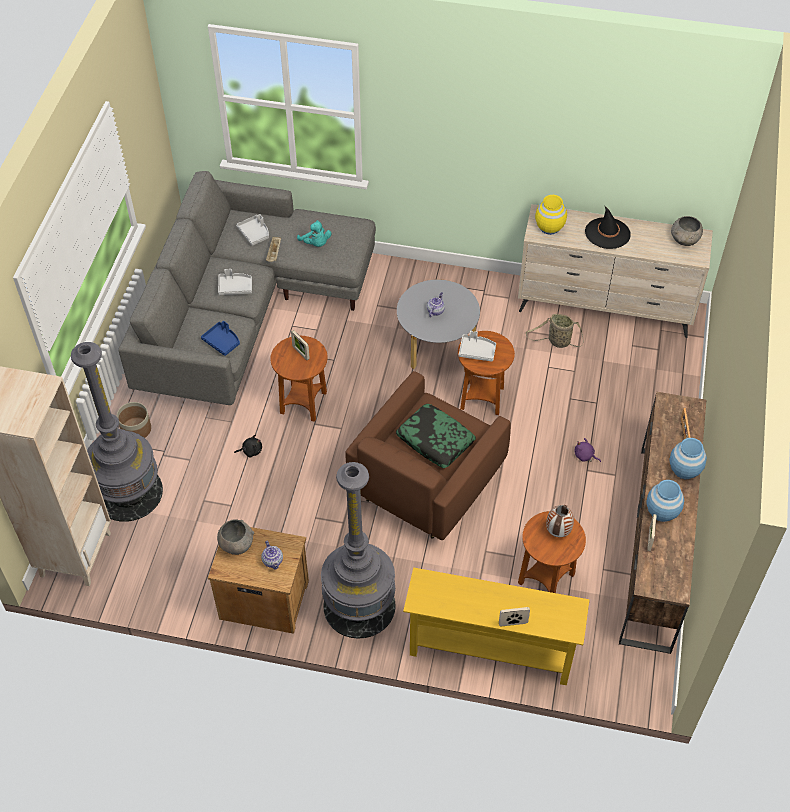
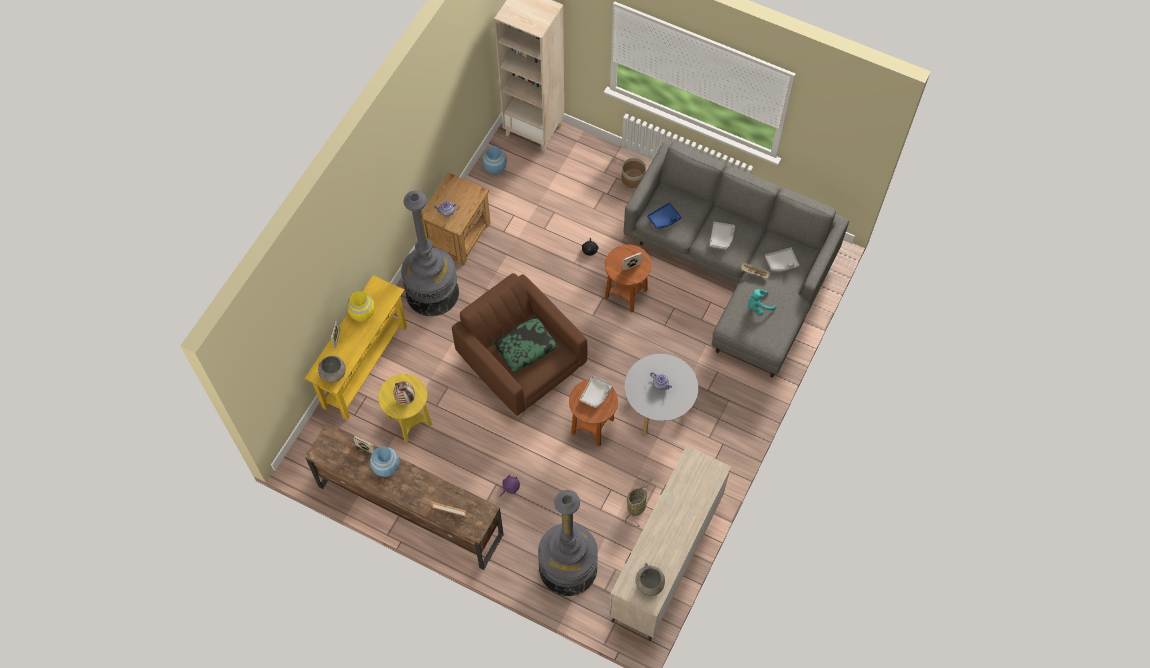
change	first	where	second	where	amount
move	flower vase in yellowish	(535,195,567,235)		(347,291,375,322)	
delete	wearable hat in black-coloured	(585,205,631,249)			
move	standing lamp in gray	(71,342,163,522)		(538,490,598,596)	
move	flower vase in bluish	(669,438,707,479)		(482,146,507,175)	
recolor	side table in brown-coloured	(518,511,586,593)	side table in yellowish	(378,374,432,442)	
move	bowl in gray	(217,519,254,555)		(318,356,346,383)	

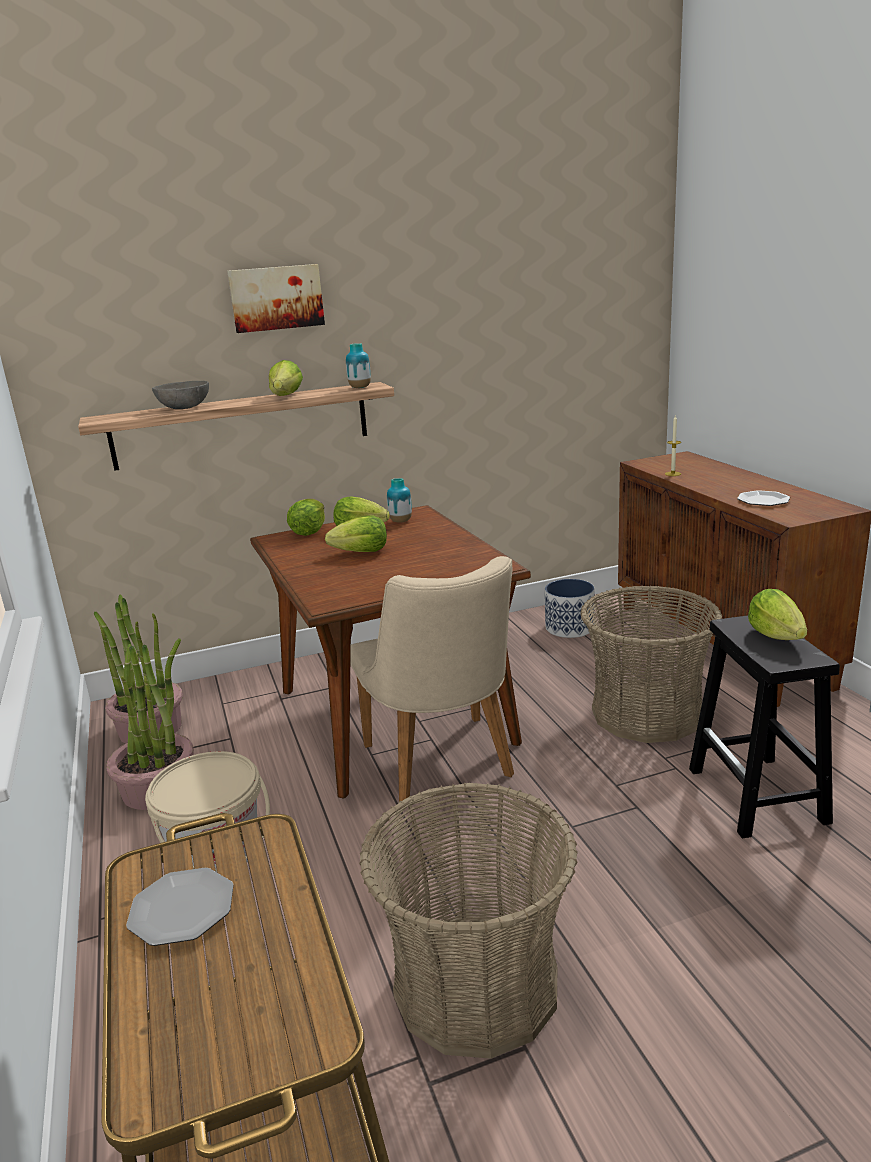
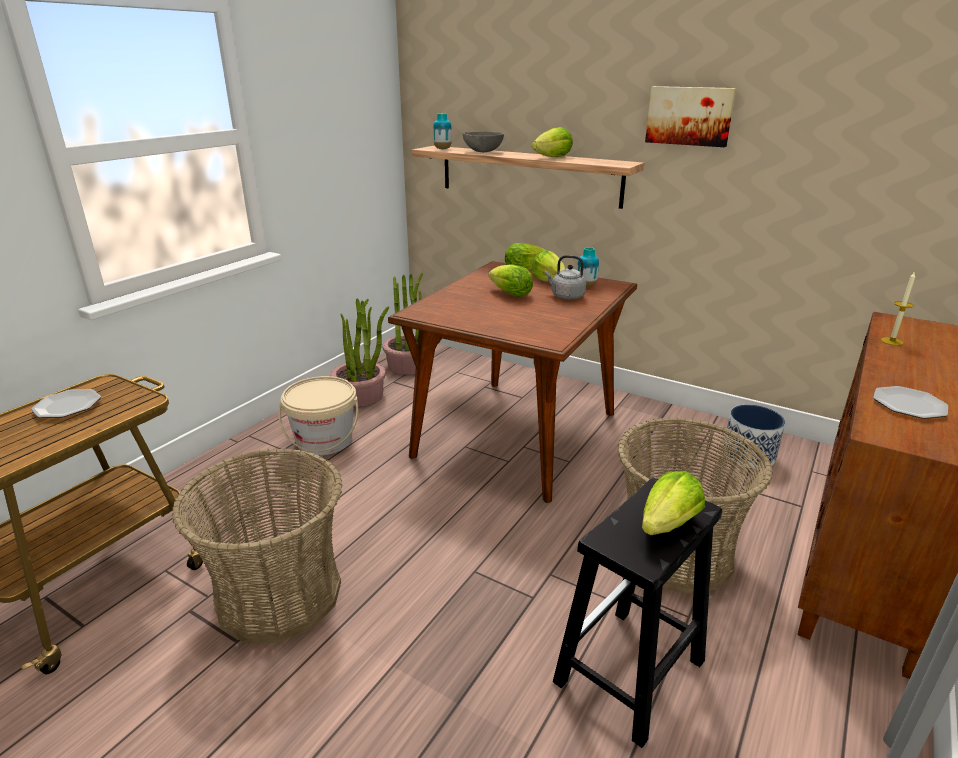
change	first	where	second	where	amount
move	wall art	(227,264,325,333)		(645,86,736,147)	
move	flower vase	(346,343,371,388)		(433,113,452,149)	
delete	upright chair in beige-coloured	(350,556,514,802)			
insert			tea kettle in gray	(545,255,586,299)	

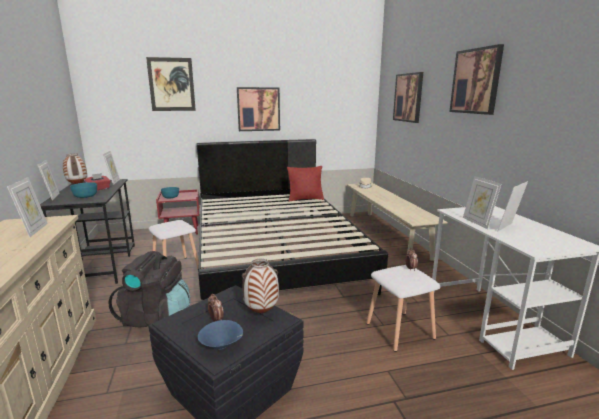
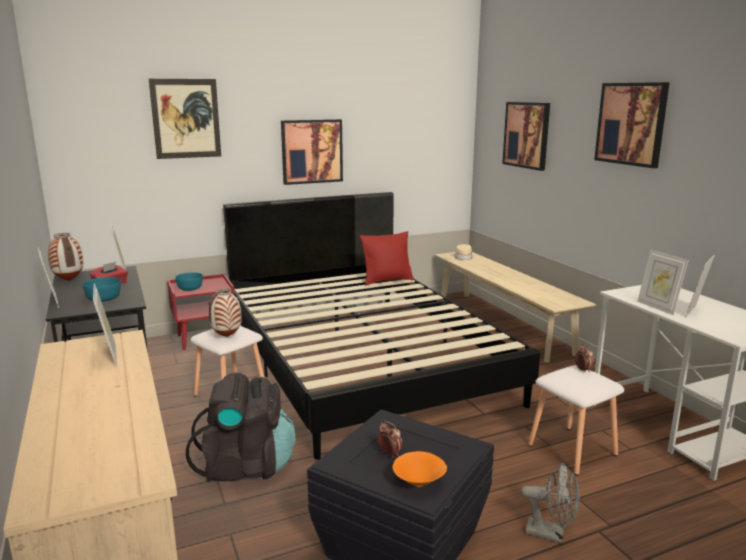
change	first	where	second	where	amount
move	flower vase	(242,259,279,313)		(208,289,242,337)	
recolor	bowl in bluish	(198,320,243,350)	bowl in orange	(393,451,447,487)	
insert			electric fan in gray	(521,463,580,543)	

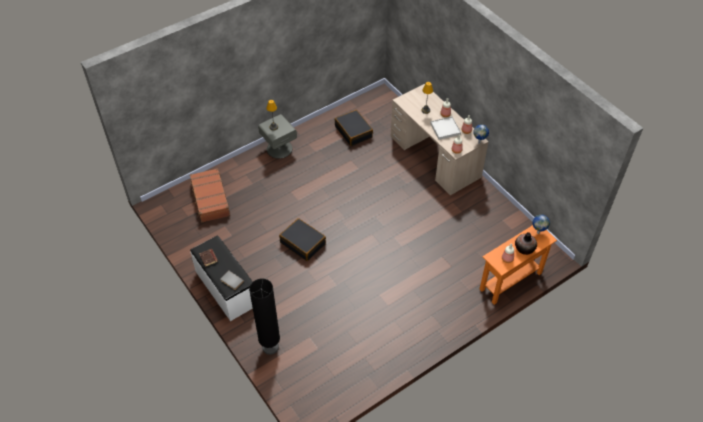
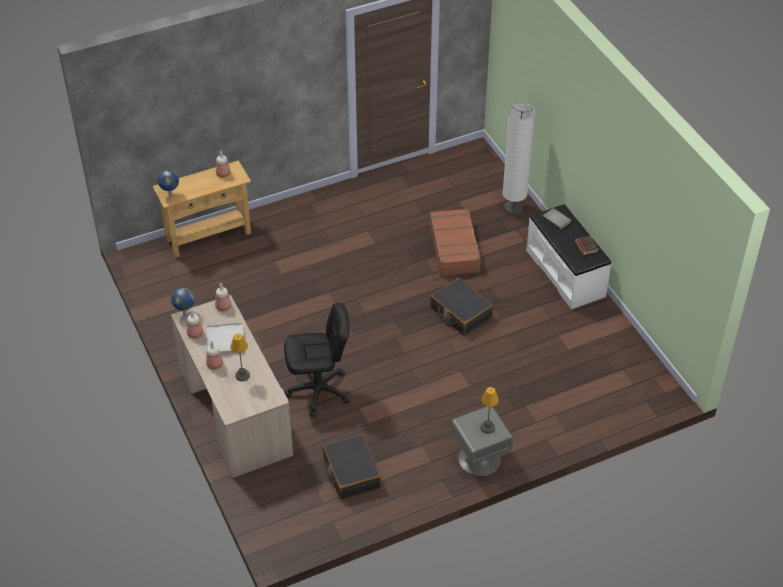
change	first	where	second	where	amount
move	suitcase in brown-coloured	(190,168,230,223)		(430,209,482,276)	
recolor	hall table in orange	(479,225,557,305)	hall table in beige-coloured	(152,160,251,258)	
delete	flower vase	(515,232,537,255)			
recolor	standing lamp in black-coloured	(249,278,280,355)	standing lamp in whitish	(502,103,535,216)	
insert			computer chair in black-coloured	(284,303,350,417)	

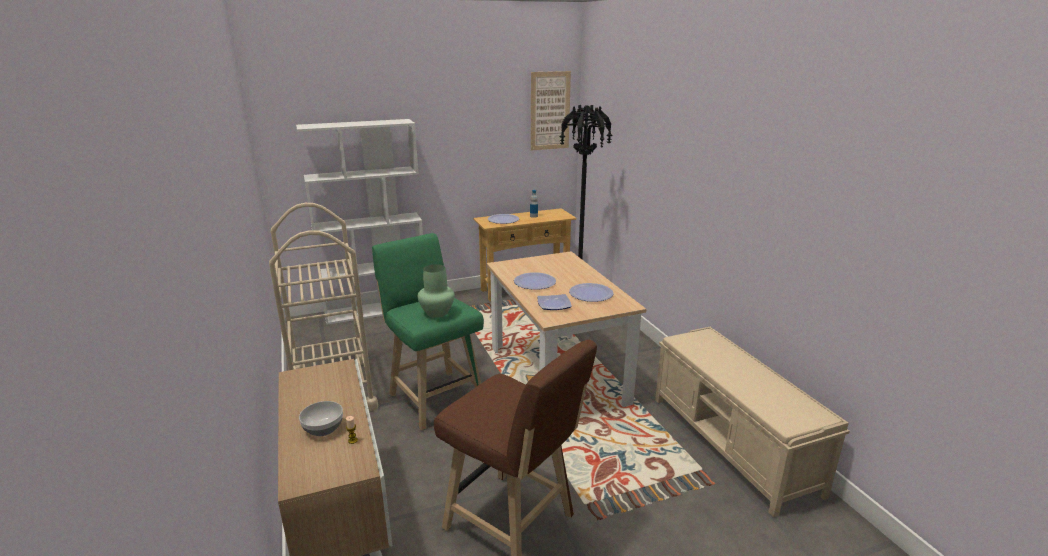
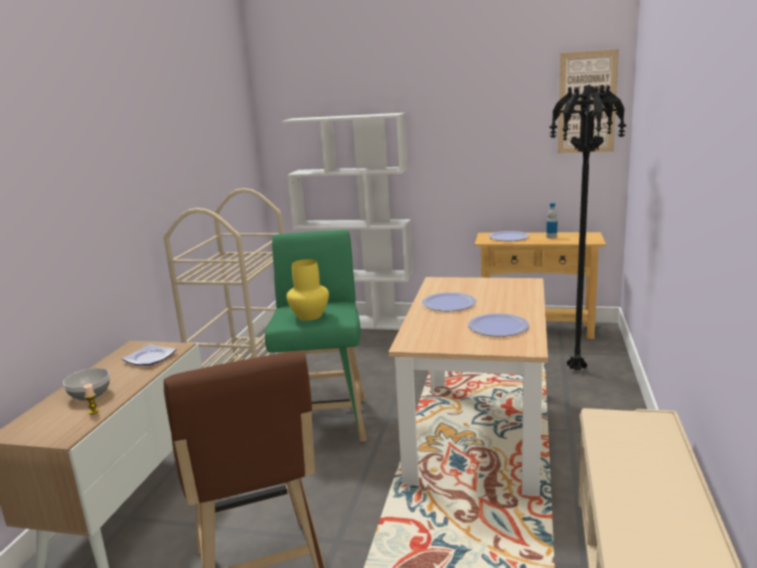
change	first	where	second	where	amount
recolor	flower vase in green	(418,264,455,318)	flower vase in yellowish	(286,259,329,321)	
move	dinner plate	(538,294,572,310)		(122,344,176,366)	

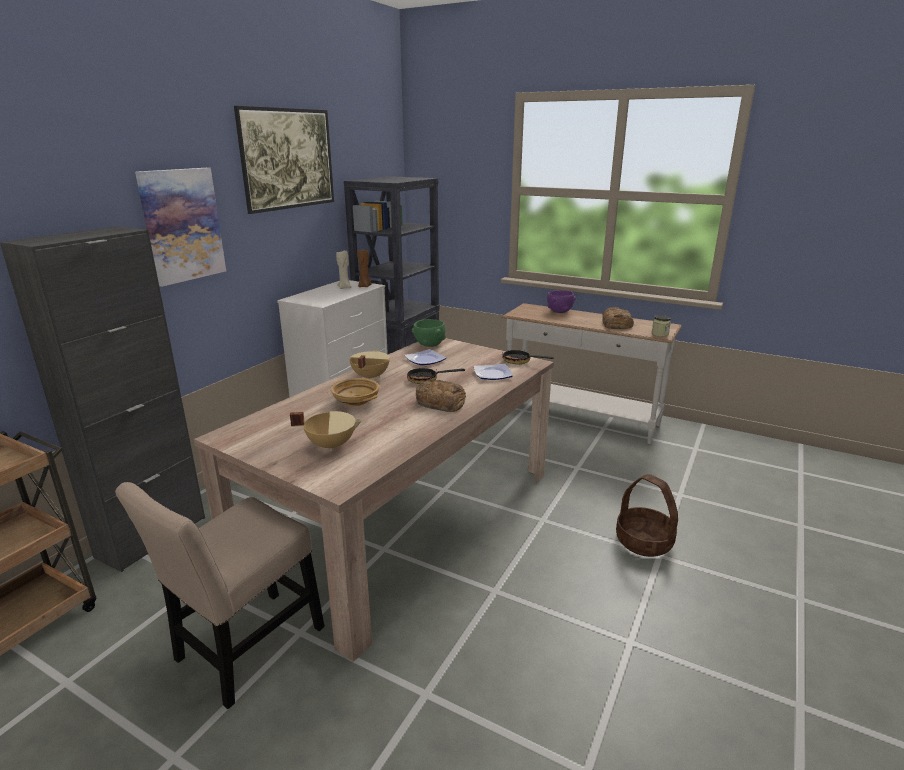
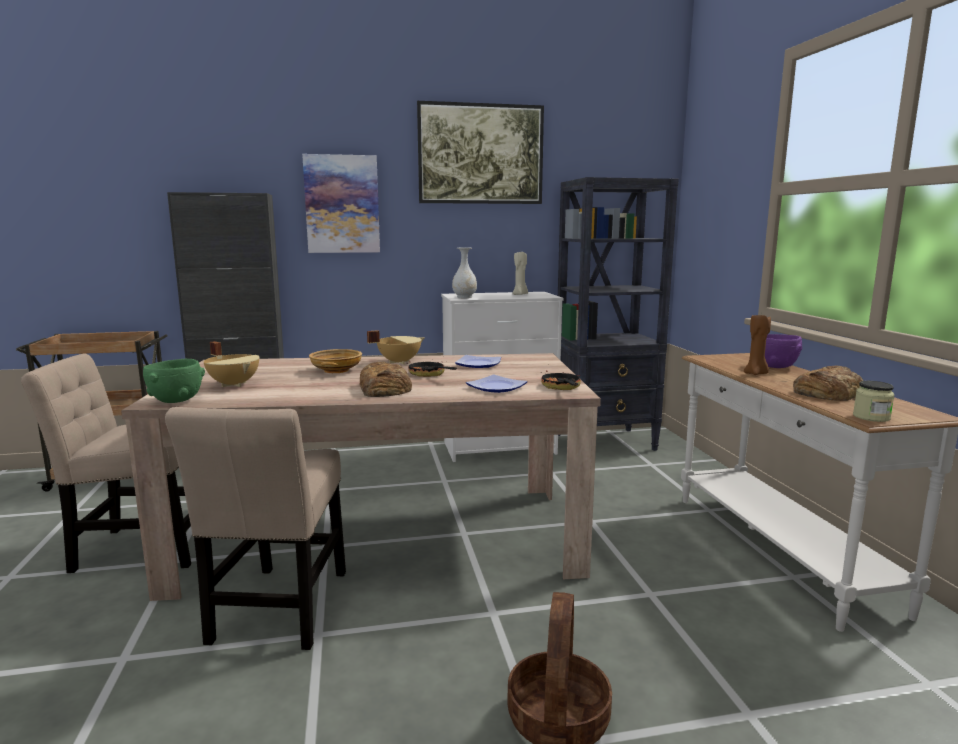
change	first	where	second	where	amount
move	wax light in brown-coloured	(357,248,372,287)		(744,313,771,375)	
move	bowl in green	(412,319,446,347)		(143,359,205,403)	
insert			flower vase in whitish	(452,248,477,298)	
insert			upright chair in beige-coloured	(165,407,346,650)	

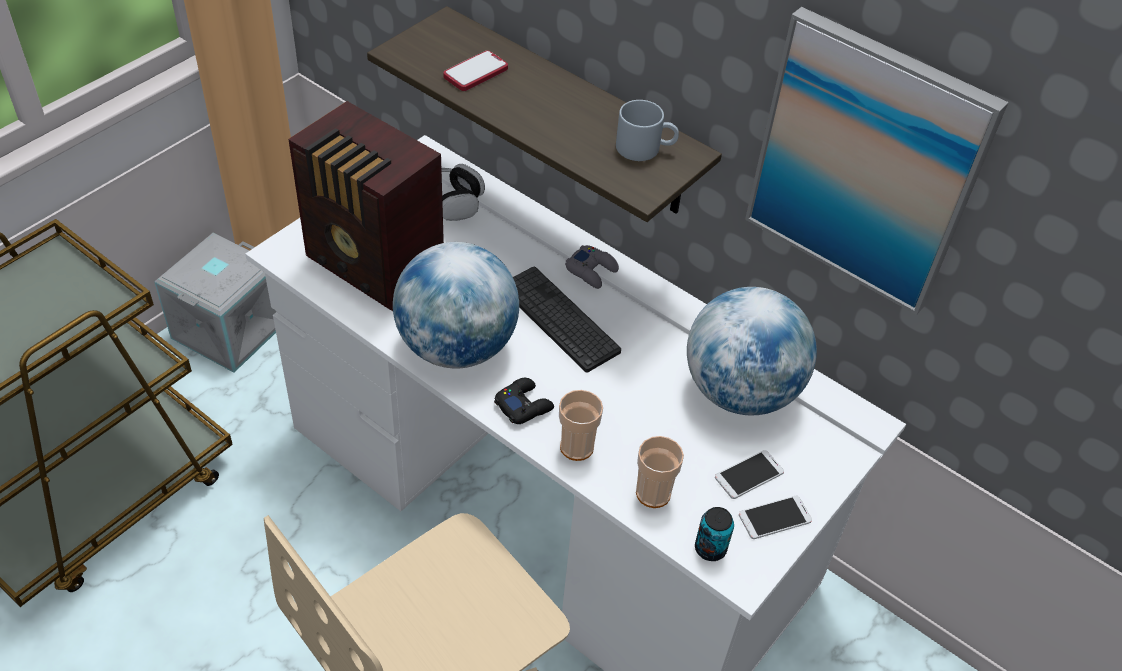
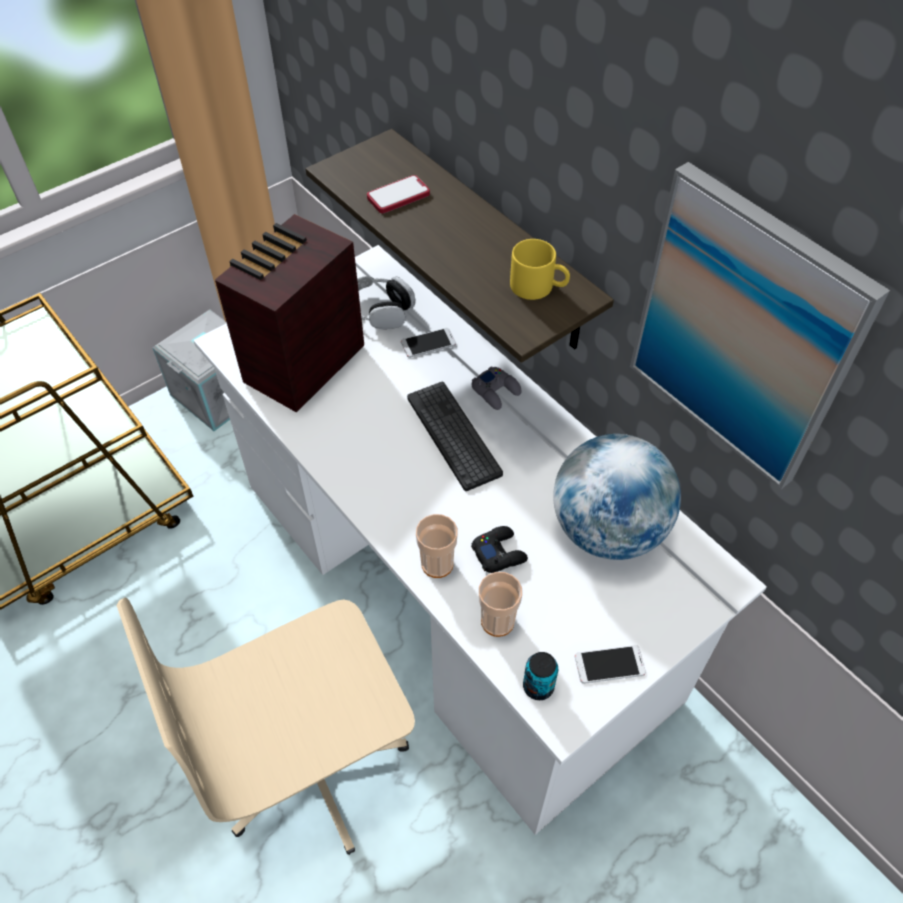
change	first	where	second	where	amount
recolor	coffee mug in gray	(616,100,679,161)	coffee mug in yellowish	(510,239,570,300)	
rotate	radio receiver	(288,101,444,311)		(215,214,364,413)	75 degrees clockwise
delete	desk globe	(393,242,519,368)			
move	joypad in black-coloured	(494,378,554,424)		(471,526,528,573)	
move	handset	(715,450,784,499)		(401,328,456,358)	

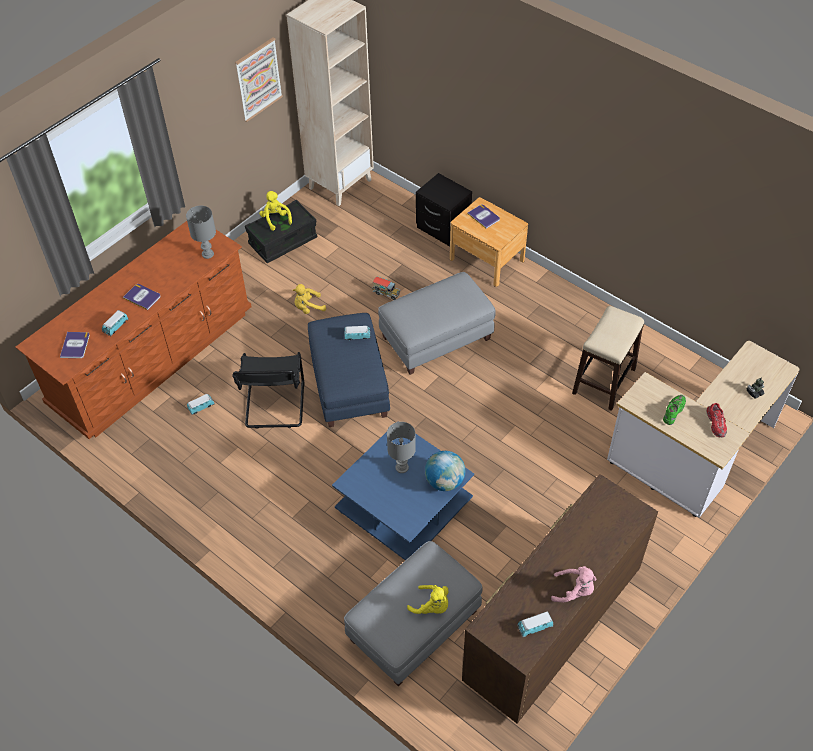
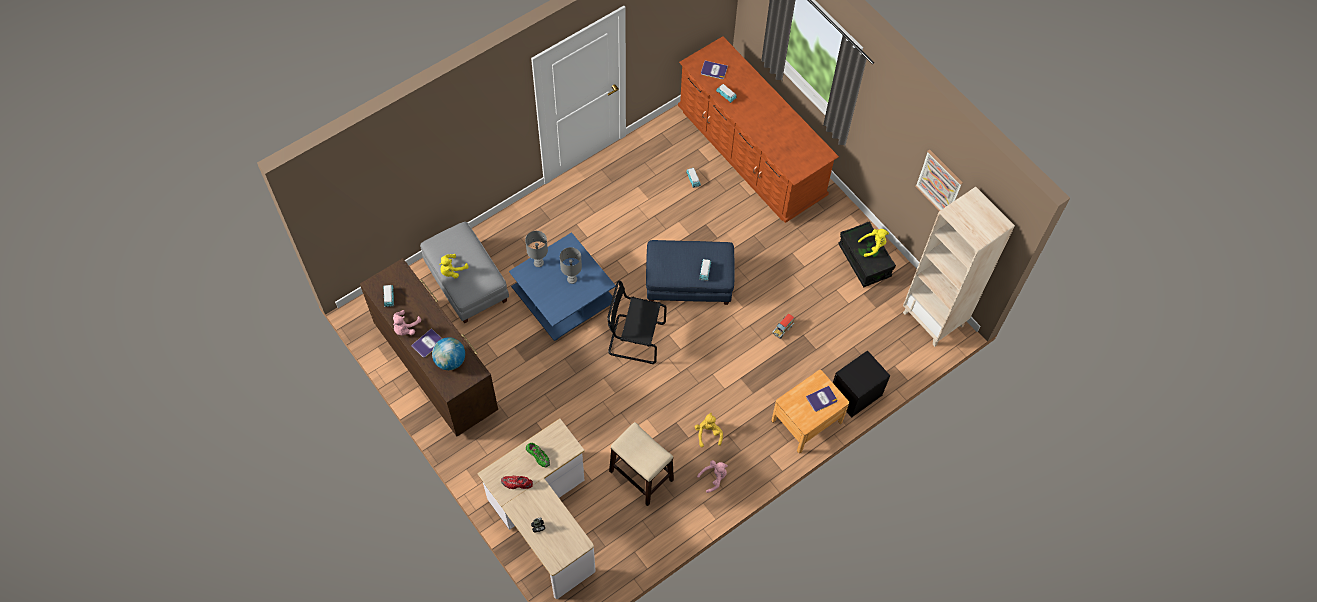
change	first	where	second	where	amount
move	table lamp in gray	(186,205,216,259)		(525,231,548,267)	
delete	ottoman in gray	(378,272,496,375)			
move	volume	(123,284,161,310)		(411,328,442,358)	
move	plush toy in yellowish	(293,284,326,314)		(695,412,723,447)	
move	upright chair in black-coloured	(232,352,304,428)		(607,280,667,364)	
move	desk globe	(425,451,465,491)		(432,337,465,370)	
insert			plush toy in pinkish	(697,460,728,493)	

